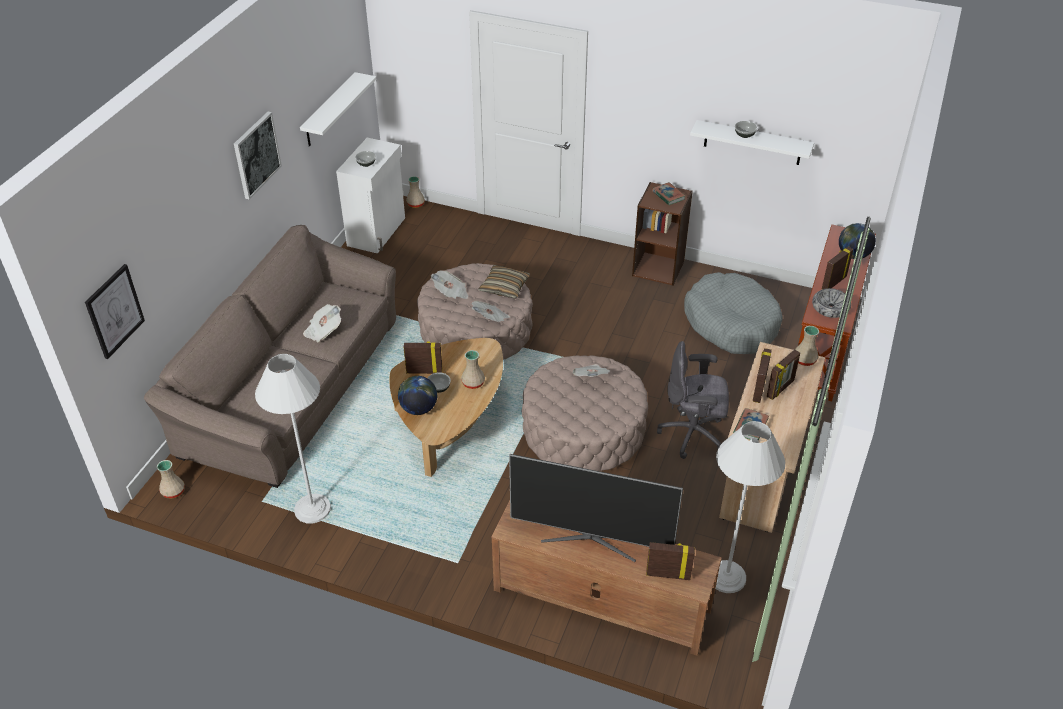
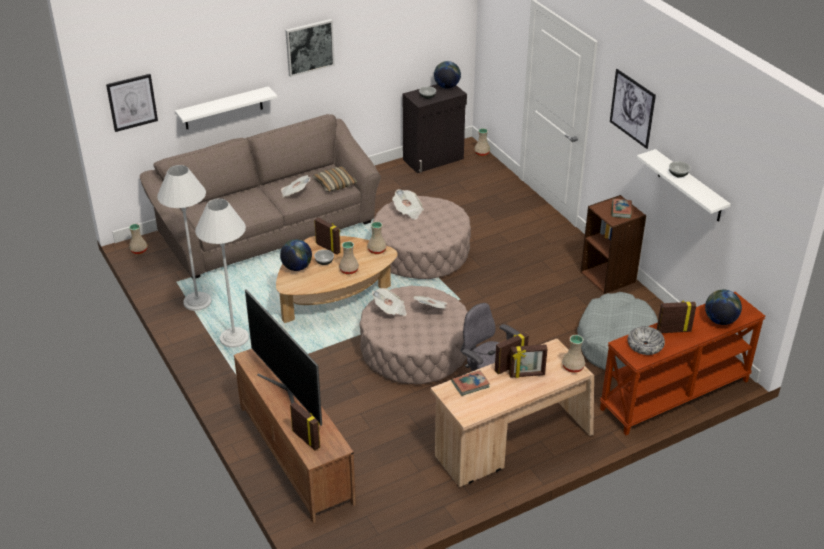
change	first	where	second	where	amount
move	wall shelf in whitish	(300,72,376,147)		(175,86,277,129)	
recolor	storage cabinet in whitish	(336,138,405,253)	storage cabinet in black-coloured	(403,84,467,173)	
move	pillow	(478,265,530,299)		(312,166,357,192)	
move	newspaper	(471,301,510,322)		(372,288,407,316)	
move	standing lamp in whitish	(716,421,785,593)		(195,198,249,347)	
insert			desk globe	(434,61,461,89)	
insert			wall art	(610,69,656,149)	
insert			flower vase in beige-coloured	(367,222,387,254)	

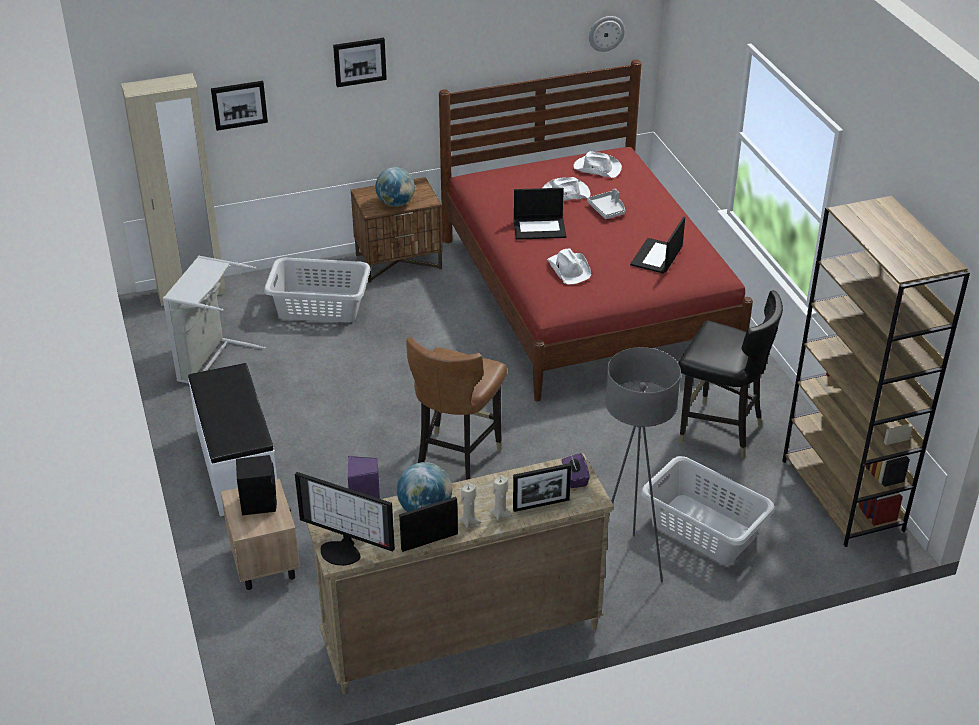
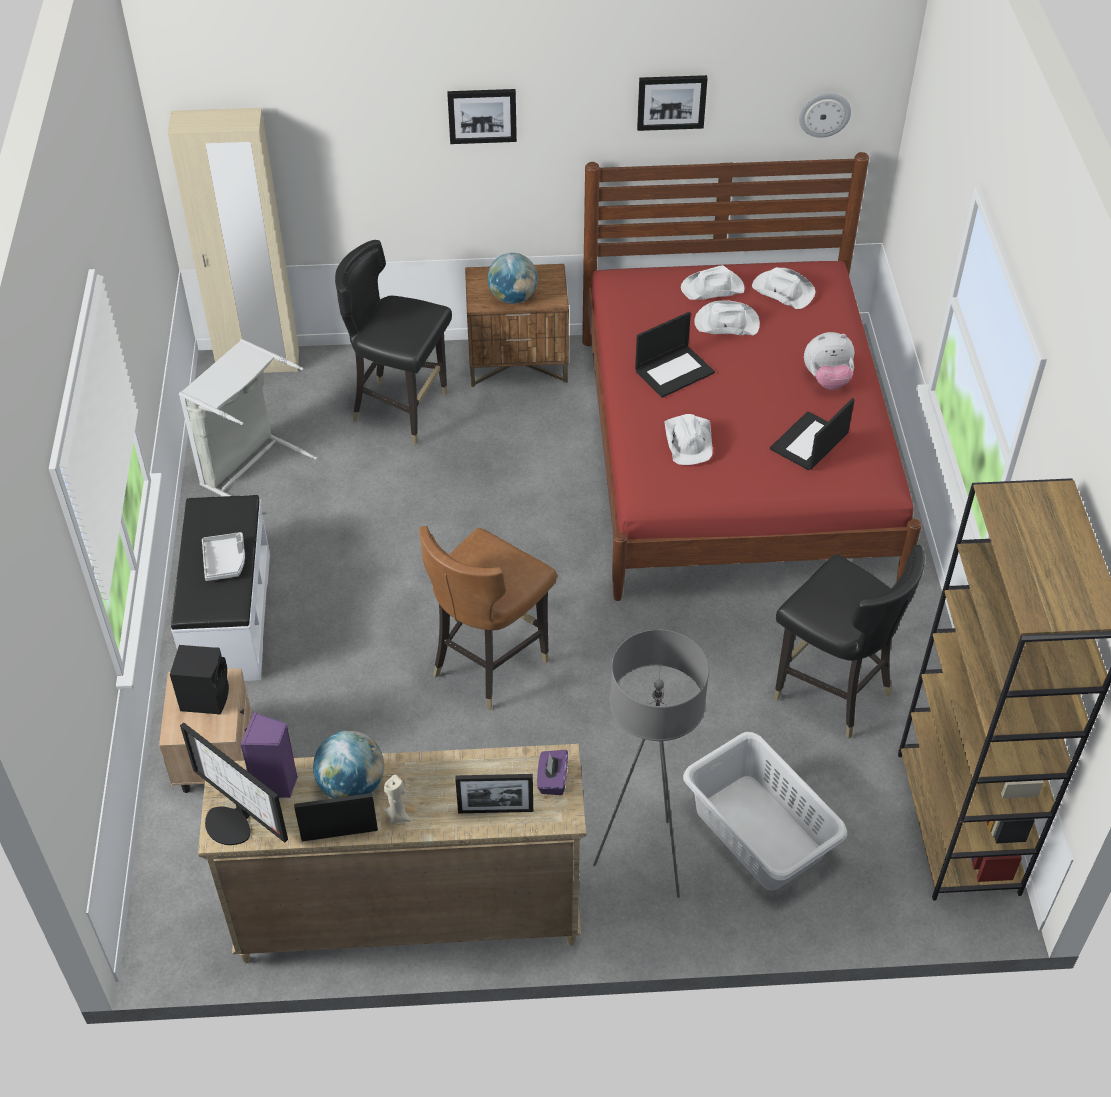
change	first	where	second	where	amount
move	wall art	(211,81,268,131)		(637,75,708,131)	
rotate	portable computer	(513,188,566,240)		(635,312,715,398)	45 degrees counterclockwise
move	carrying tray in gray	(587,189,625,219)		(202,532,245,581)	
replace	laundry basket in gray	(264,257,371,323)	upright chair in black-coloured	(335,240,452,445)	
delete	wax light in beige-coloured	(489,475,512,520)			
insert			wearable hat in whitish	(681,265,745,300)	
insert			plush toy	(804,332,854,390)	

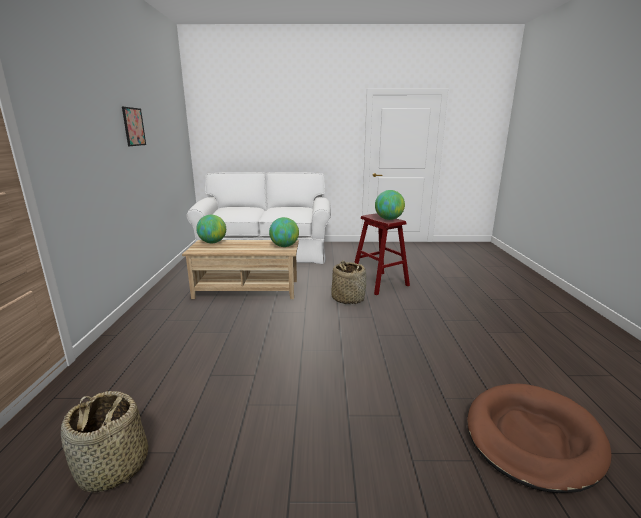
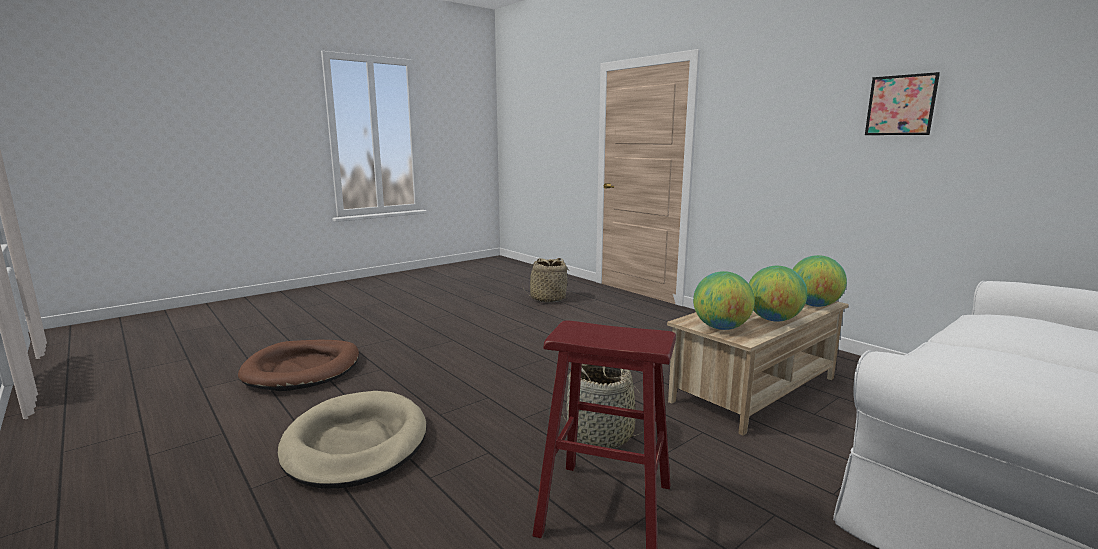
change	first	where	second	where	amount
move	desk globe	(375,190,405,220)		(749,266,807,321)	
insert			pet bed in beige-coloured	(278,391,426,489)	

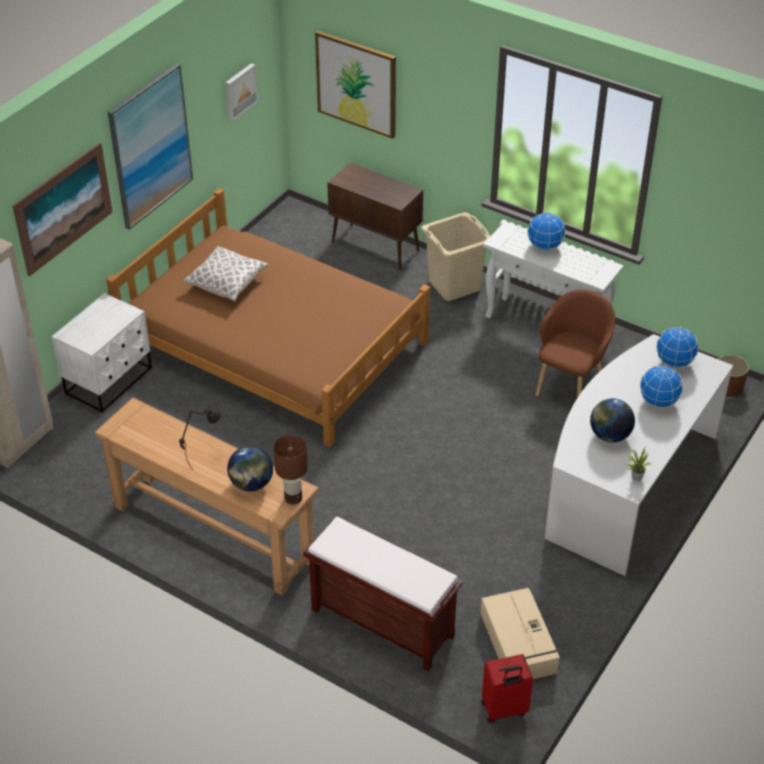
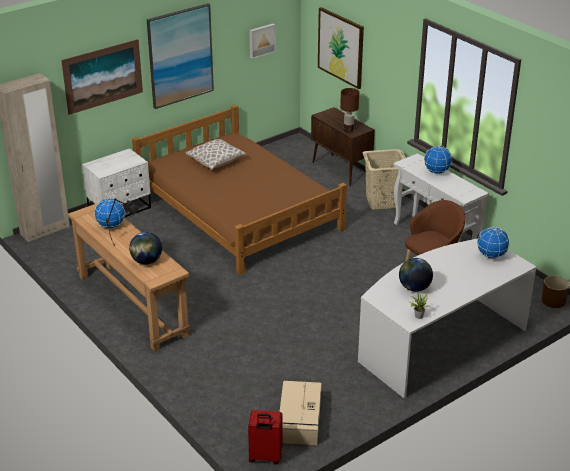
change	first	where	second	where	amount
move	desk globe	(640,366,683,407)		(94,198,125,229)	
move	table lamp in brown-coloured	(273,435,308,505)		(340,88,359,133)	
delete	bench in brown-coloured	(303,517,463,672)			

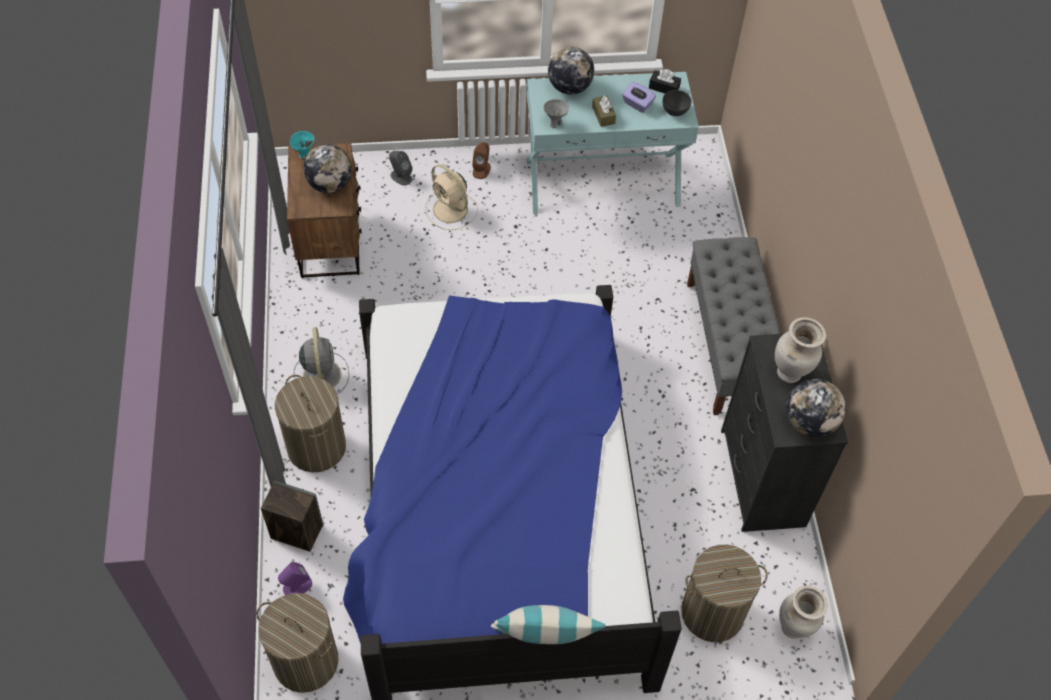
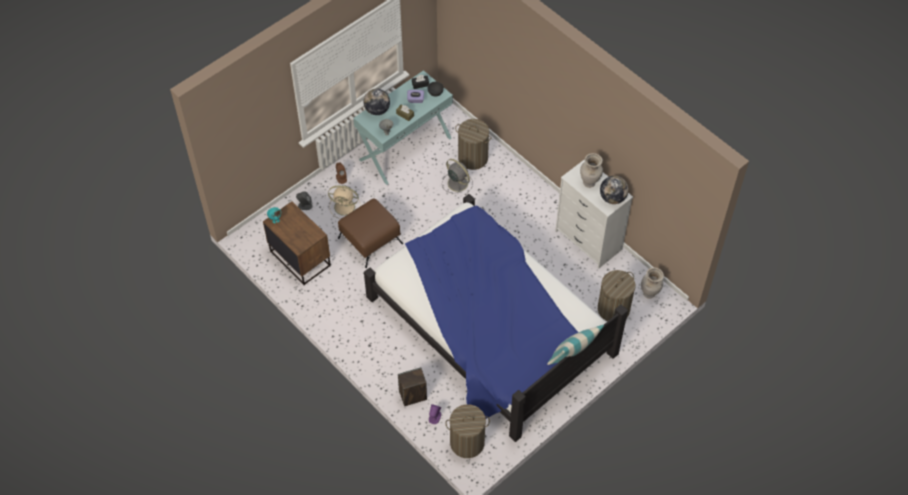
change	first	where	second	where	amount
delete	desk globe	(303,144,352,193)			
delete	bench in gray	(687,237,780,415)			
move	electric fan in gray	(294,327,349,394)		(442,159,473,195)	
recolor	chest of drawers in black-coloured	(721,334,848,532)	chest of drawers in whitish	(555,159,633,269)	
move	laundry basket	(275,375,346,473)		(455,119,492,170)	
insert			ottoman in brown-coloured	(338,198,403,268)	

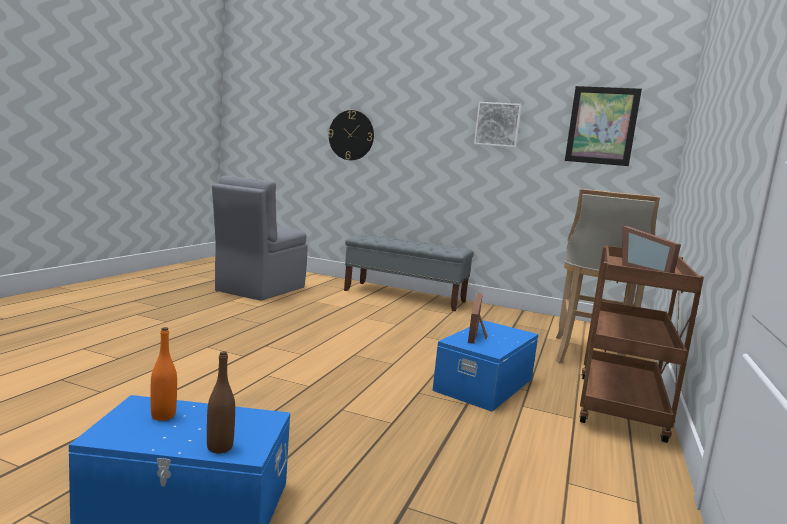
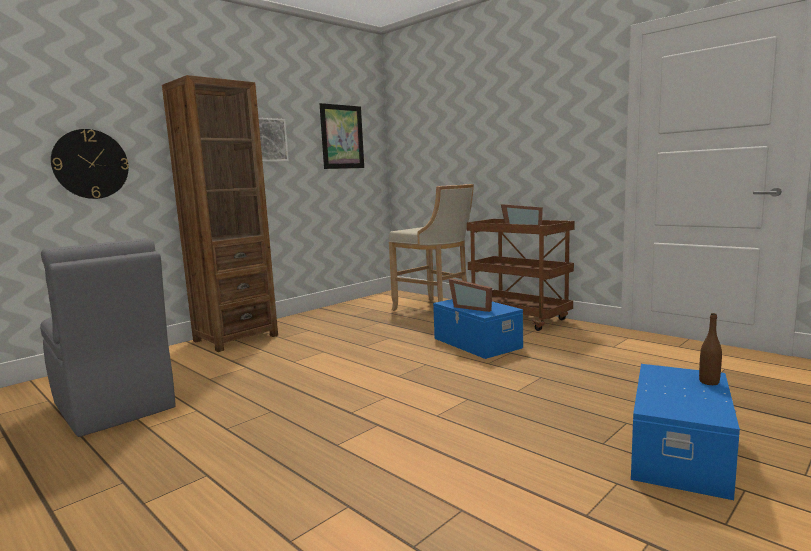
change	first	where	second	where	amount
replace	bench in gray	(344,234,474,311)	bookcase in brown-coloured	(162,75,278,352)	
delete	beverage bottle in orange	(151,327,177,421)			

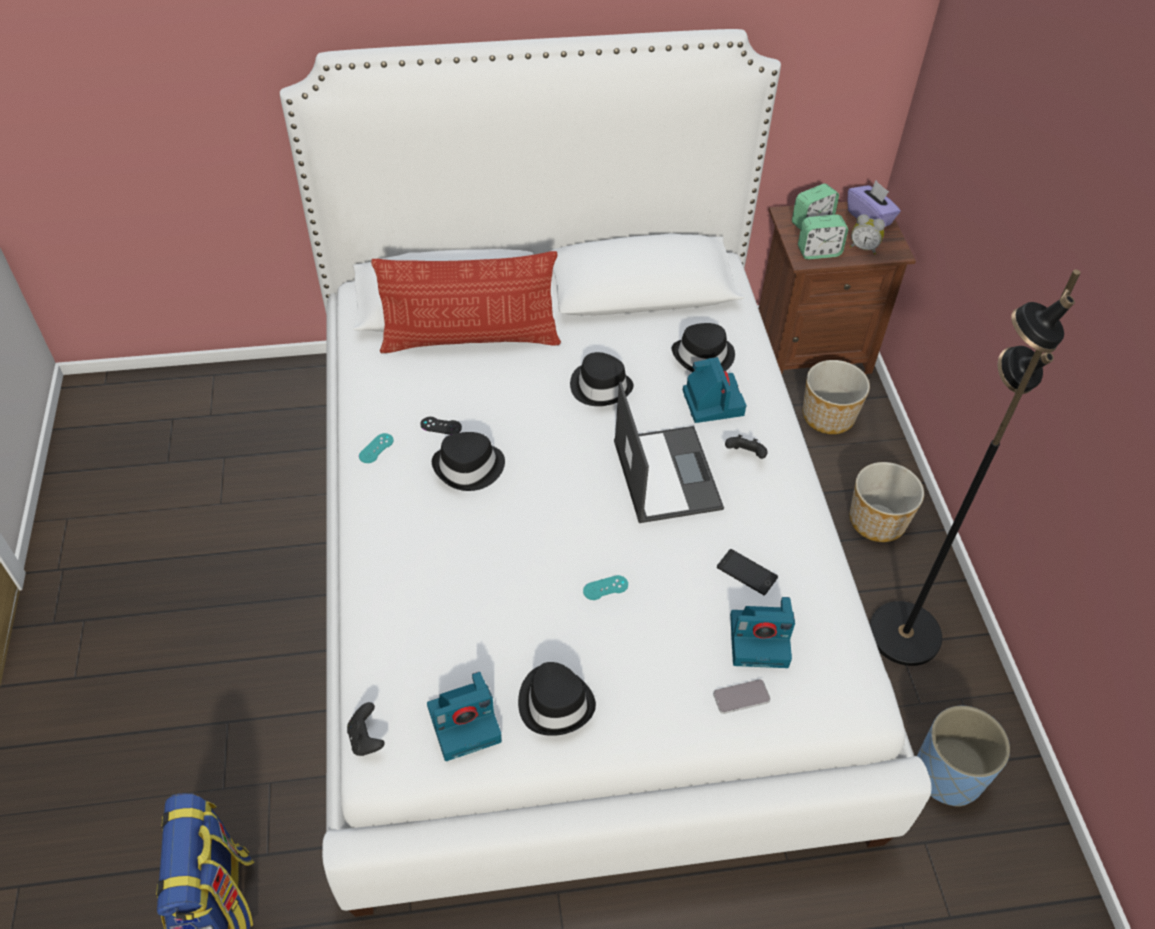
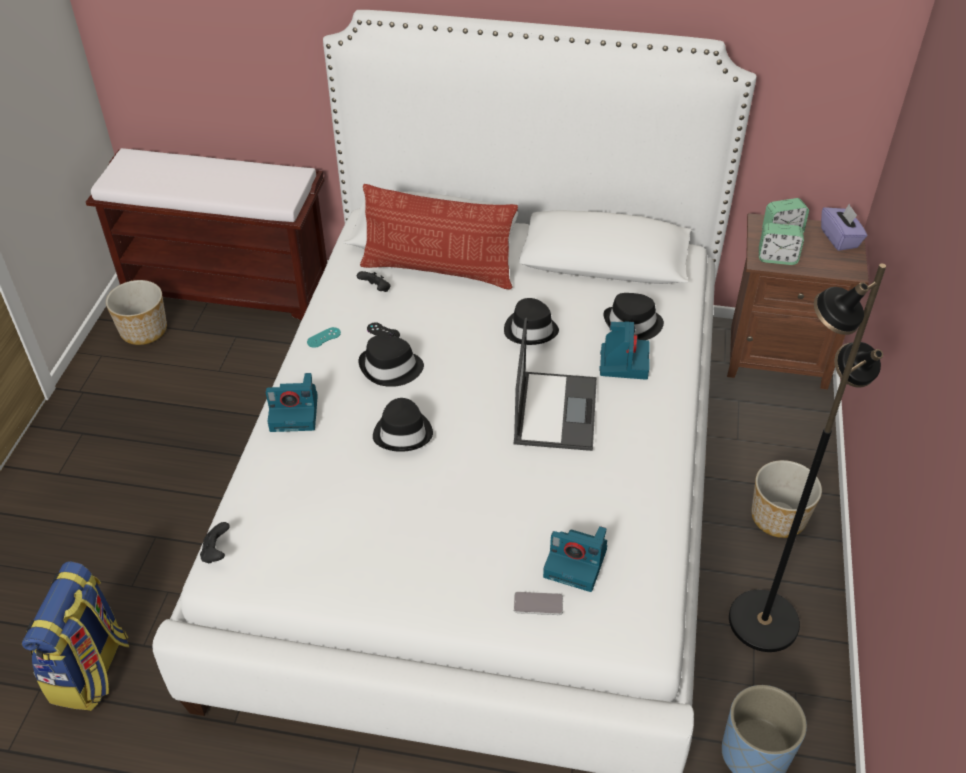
change	first	where	second	where	amount
delete	table clock	(850,214,885,255)			
move	planter	(803,360,870,434)		(106,280,167,345)	
move	joypad in black-coloured	(725,435,768,459)		(357,271,391,292)	
delete	handset	(717,549,778,595)			
delete	joypad in turquoise-coloured	(583,575,628,600)			
move	wearable hat in black-coloured	(518,662,596,736)		(373,398,433,452)	
move	still camera	(427,672,502,761)		(266,373,318,432)	
insert			bench in brown-coloured	(86,148,327,320)	

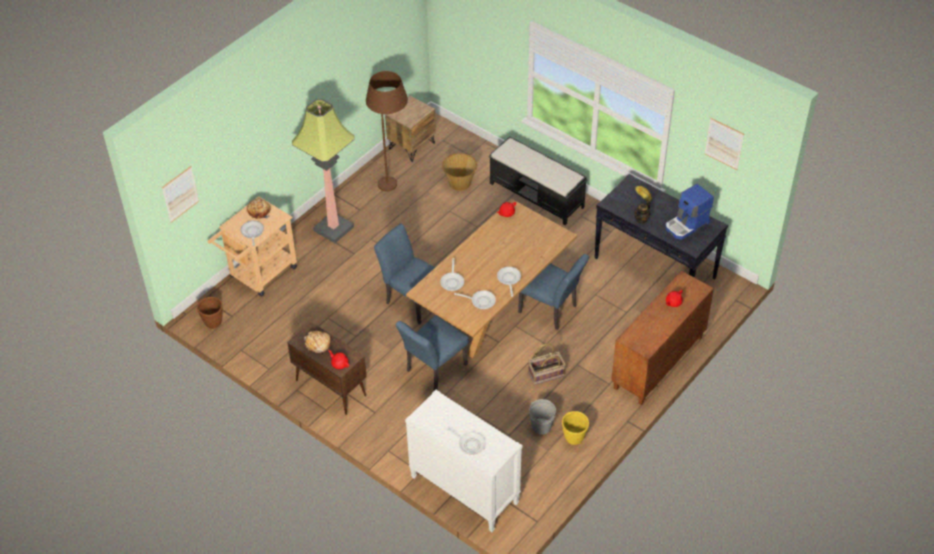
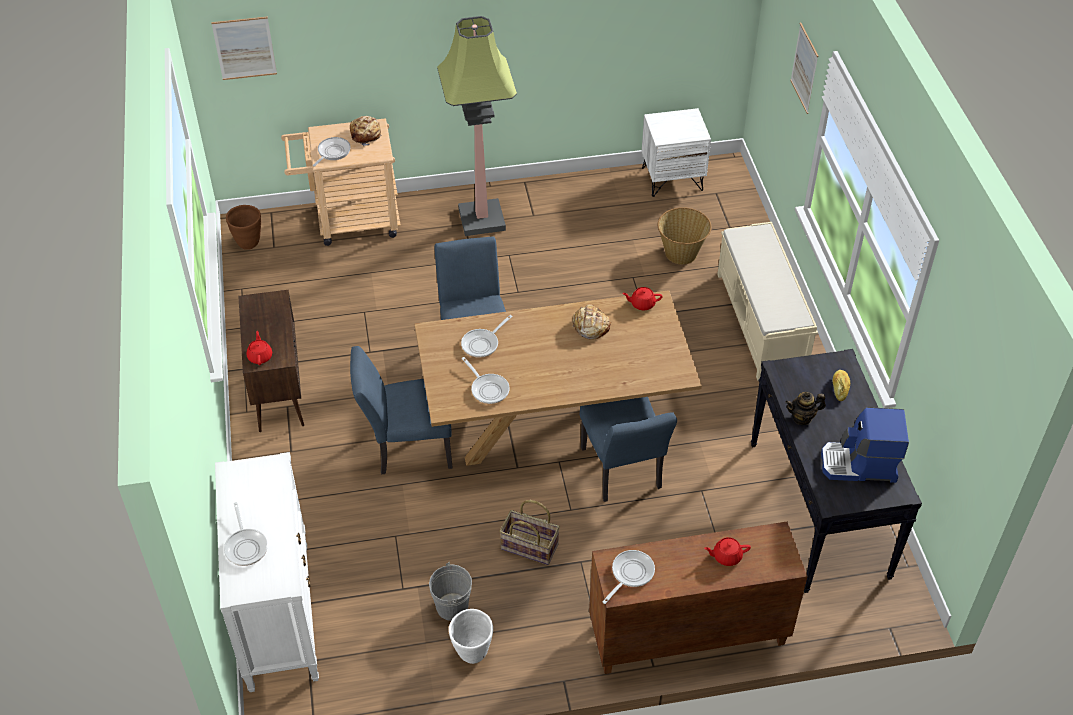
change	first	where	second	where	amount
delete	standing lamp in brown-coloured	(366,71,408,192)			
recolor	bedside table in brown-coloured	(385,96,436,162)	bedside table in whitish	(642,108,711,197)	
move	wall art	(705,118,744,170)		(790,23,818,114)	
recolor	bench in black-coloured	(489,136,588,225)	bench in beige-coloured	(717,222,818,380)	
move	skillet	(497,267,521,297)		(603,550,655,604)	
move	baked bread	(304,331,331,353)		(572,304,611,340)	
recolor	planter in yellowish	(562,411,589,445)	planter in whitish	(449,609,493,664)	

